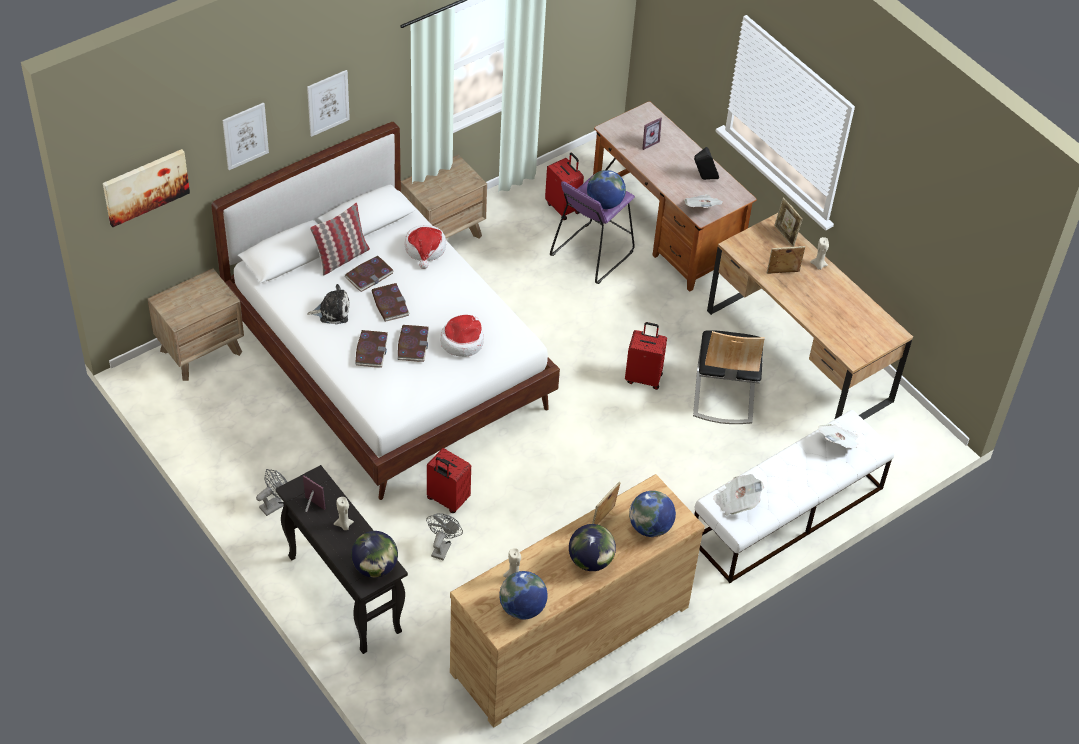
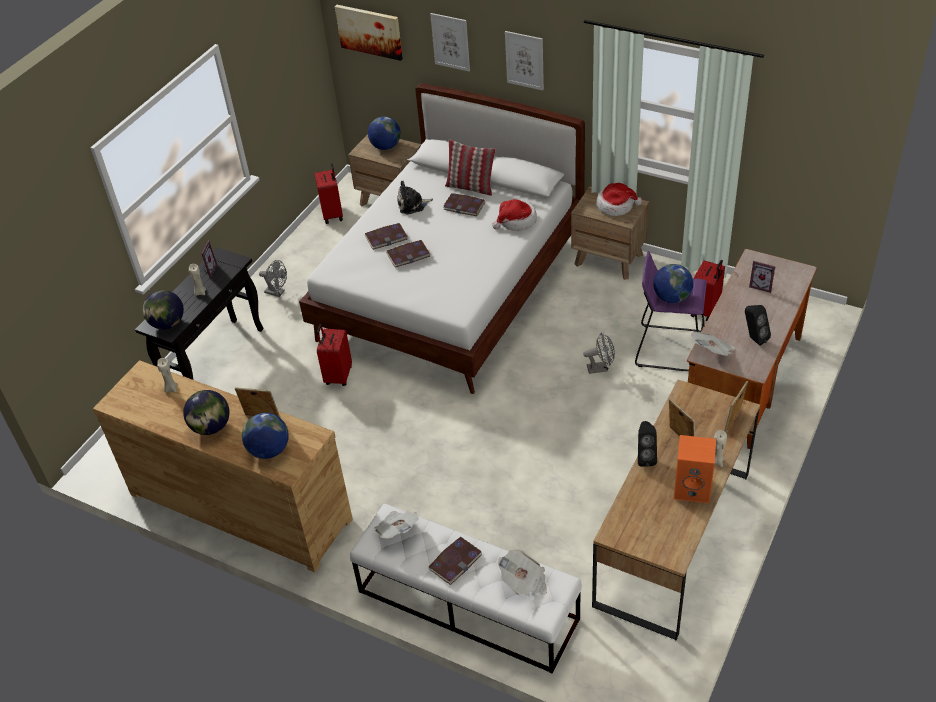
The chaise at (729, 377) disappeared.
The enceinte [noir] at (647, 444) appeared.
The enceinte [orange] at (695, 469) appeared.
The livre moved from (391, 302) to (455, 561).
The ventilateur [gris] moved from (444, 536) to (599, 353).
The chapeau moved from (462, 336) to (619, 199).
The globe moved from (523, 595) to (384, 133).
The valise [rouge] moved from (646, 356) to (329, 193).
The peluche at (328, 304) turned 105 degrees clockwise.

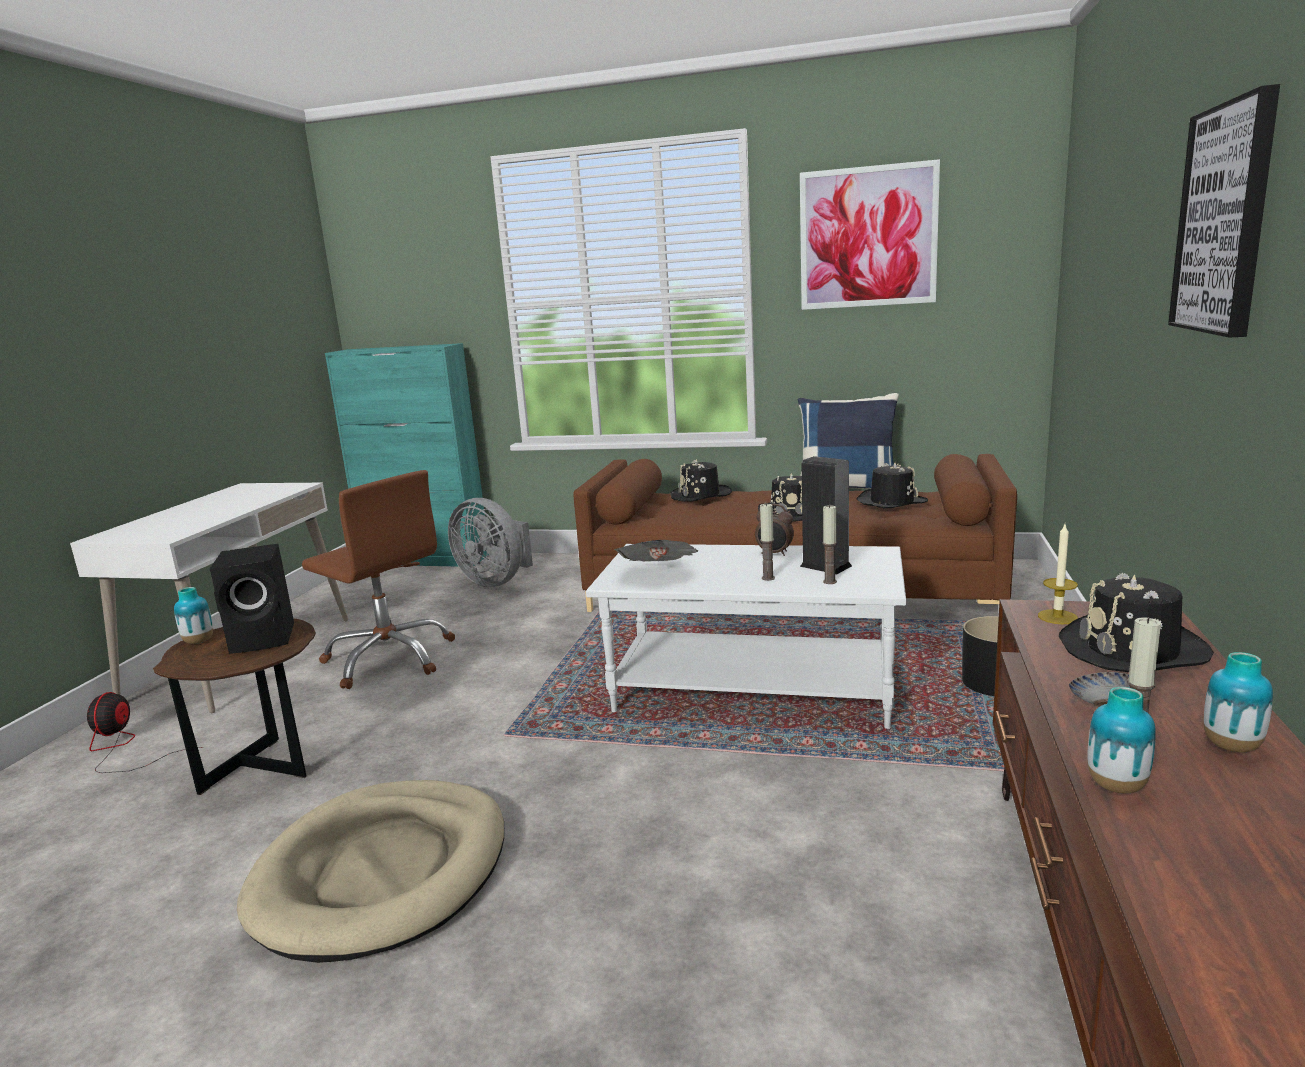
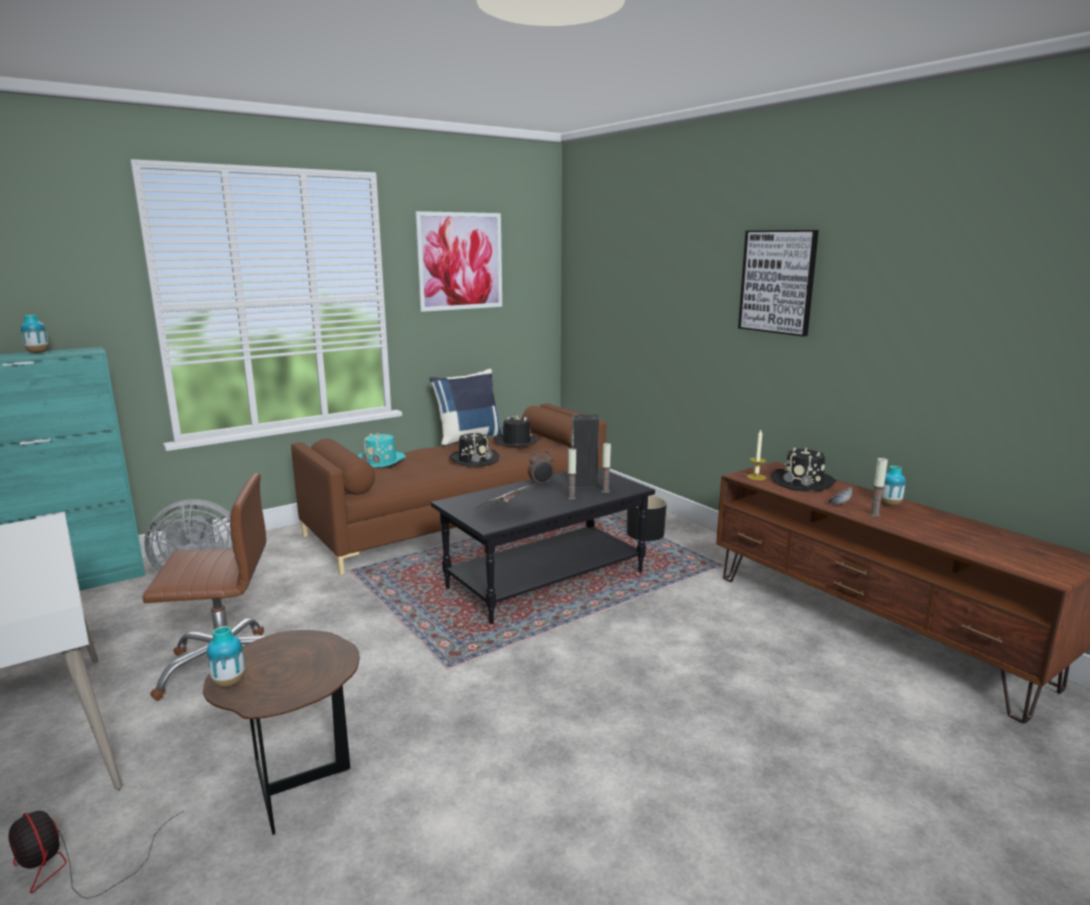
The enceinte [noir] at (252, 599) disappeared.
The panier pour chien [beige] at (370, 871) disappeared.
The vase moved from (1122, 740) to (35, 334).
The table basse [blanc] at (746, 636) became the table basse [noir] at (543, 546).
The chapeau [noir] at (701, 480) became the chapeau [turquoise] at (381, 450).

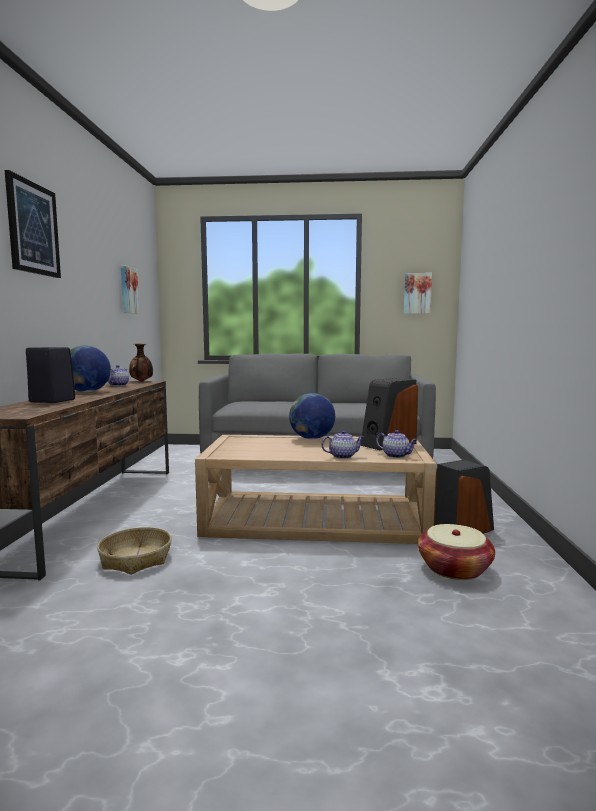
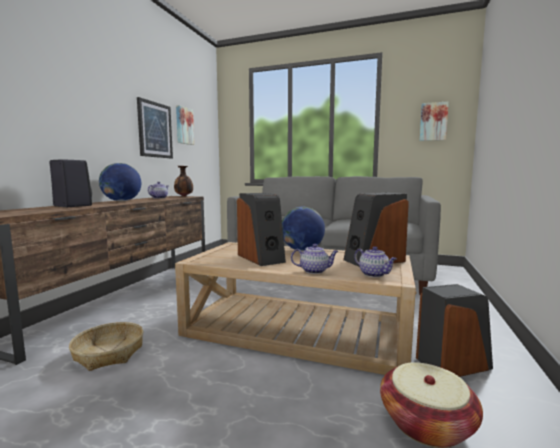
The enceinte at (261, 229) appeared.
The tableau moved from (33, 224) to (155, 127).

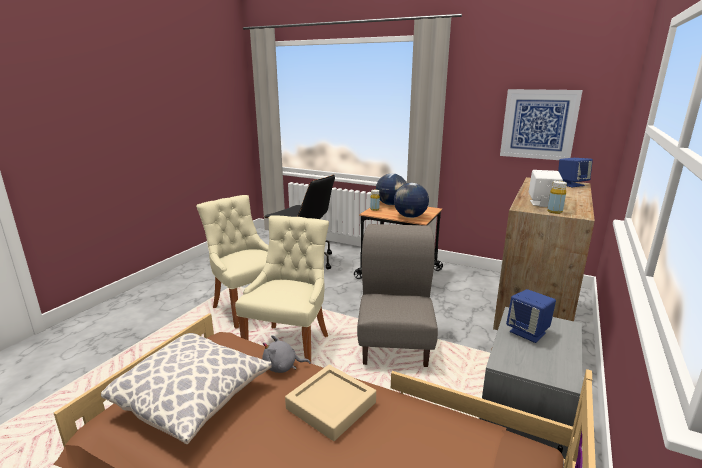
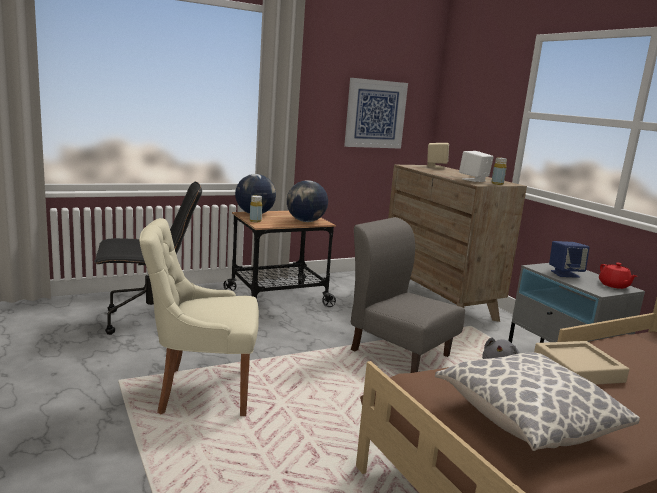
The chaise [beige] at (282, 289) disappeared.
The théière [rouge] at (618, 276) appeared.
The enceinte [bleu] at (575, 172) became the enceinte [beige] at (438, 156).

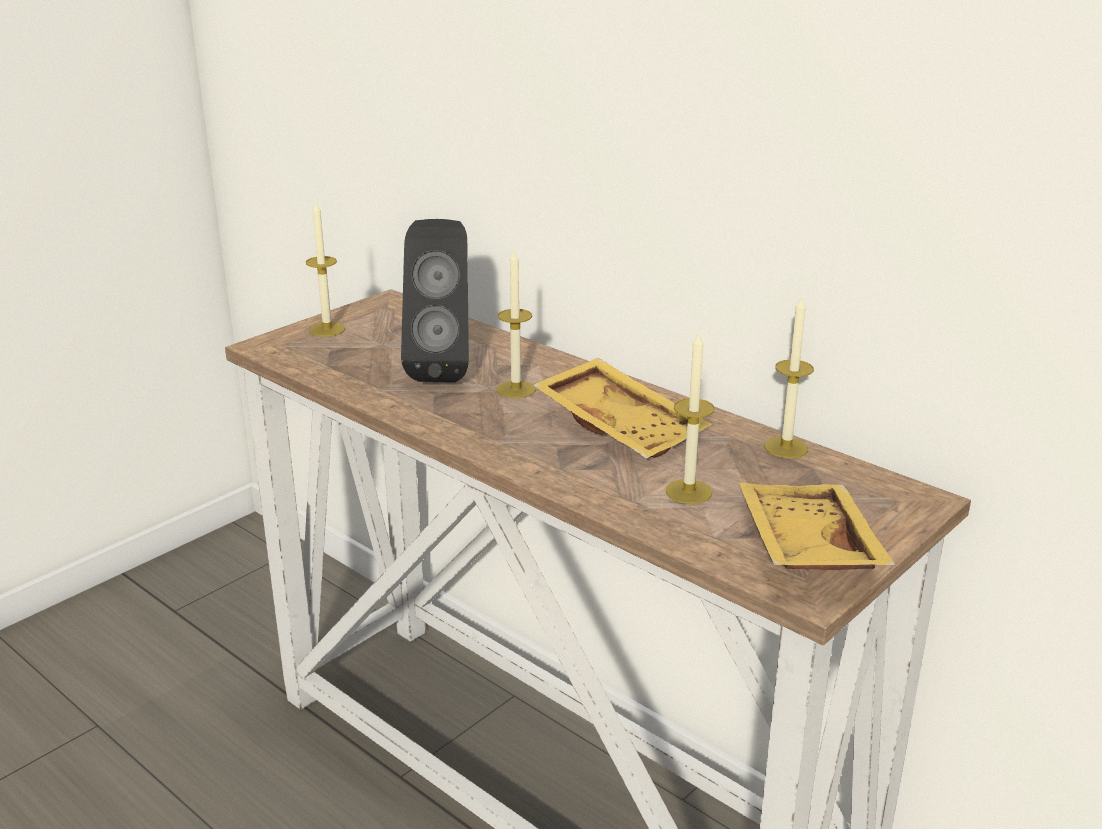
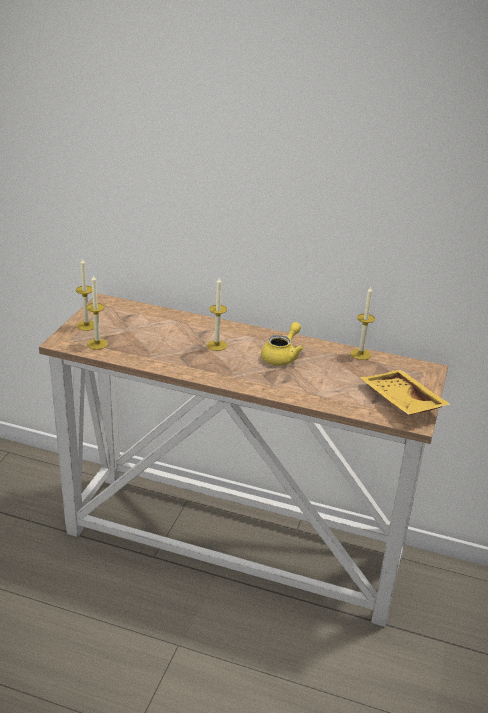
The enceinte [noir] at (435, 300) disappeared.
The bougie moved from (690, 417) to (97, 312).
The plateau [jaune] at (622, 408) was replaced by the théière [jaune] at (282, 344).

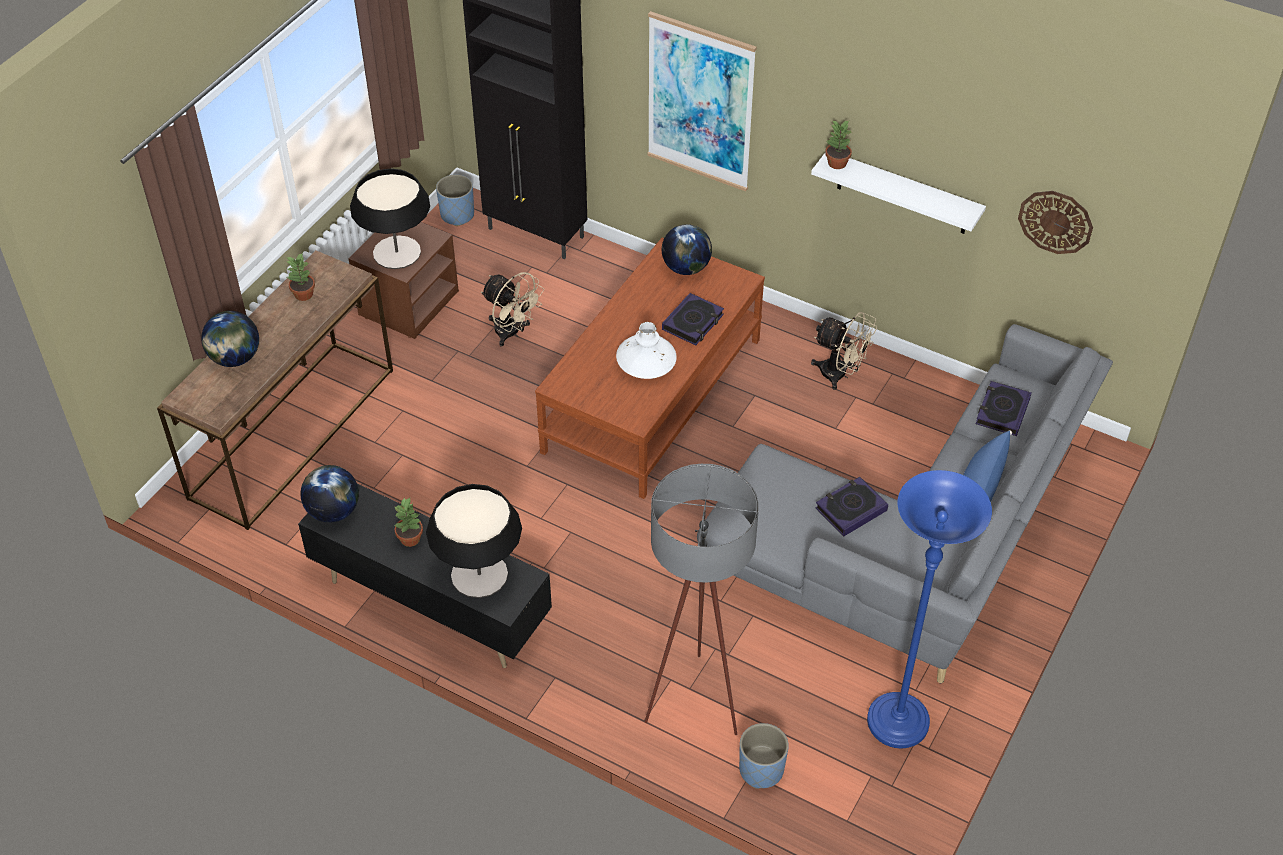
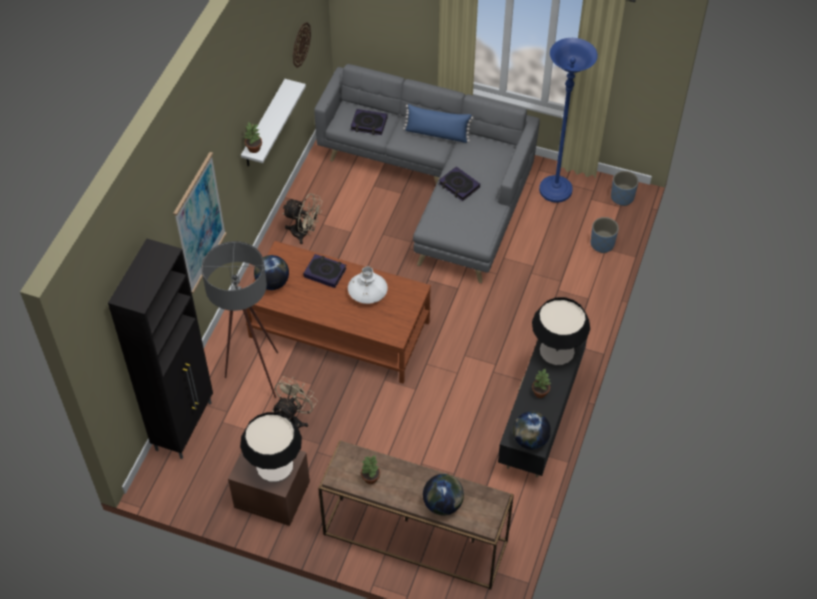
The cache-pot [bleu] moved from (455, 200) to (625, 188).
The lampadaire [gris] moved from (702, 599) to (239, 319).
The ventilateur [beige] at (844, 351) turned 90 degrees clockwise.

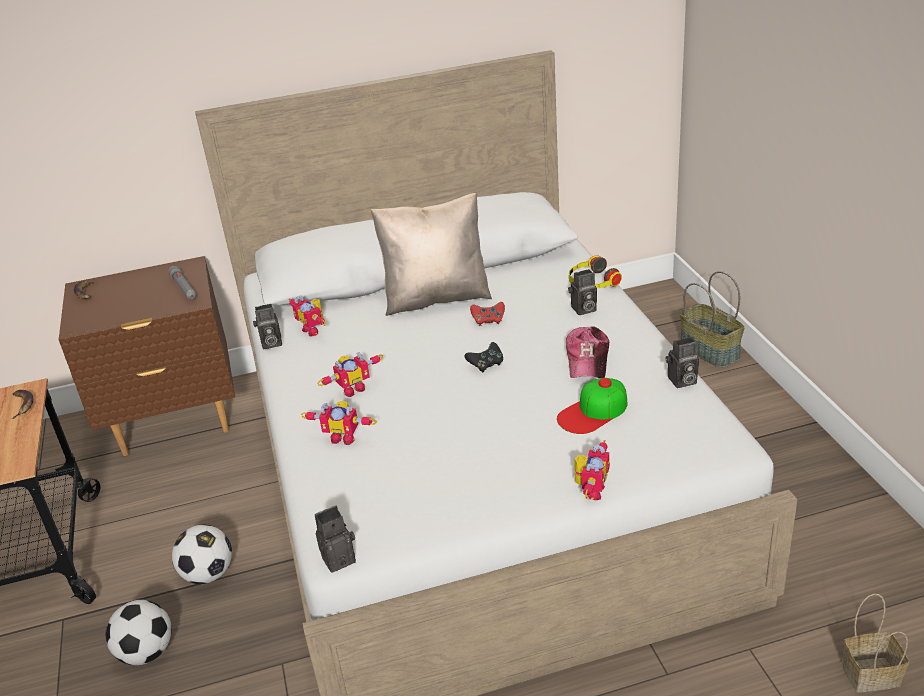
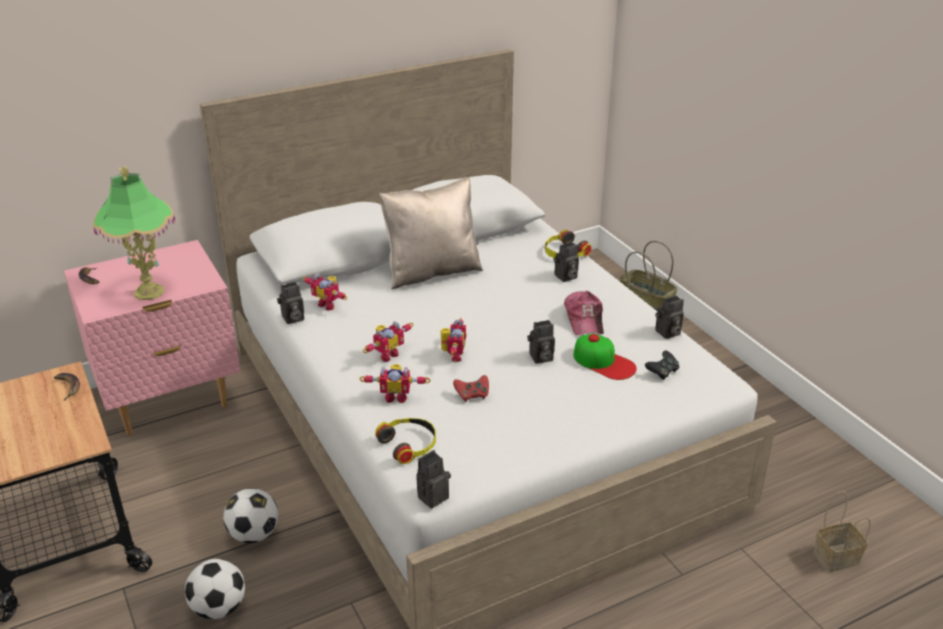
The lampe de poche [gris] at (182, 283) disappeared.
The lampe de table at (134, 233) appeared.
The casque audio at (405, 441) appeared.
The appareil photo at (541, 342) appeared.
The manette [noir] moved from (484, 357) to (662, 365).
The manette [rouge] moved from (487, 314) to (471, 388).
The robot jouet moved from (592, 470) to (454, 340).
The table de chevet [marron] at (147, 356) became the table de chevet [rose] at (152, 337).
The casquette at (592, 406) turned 90 degrees counterclockwise.

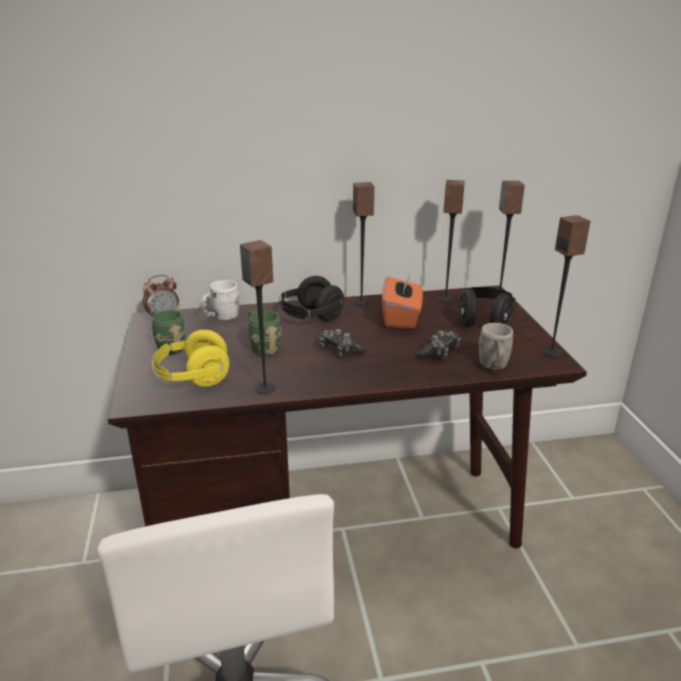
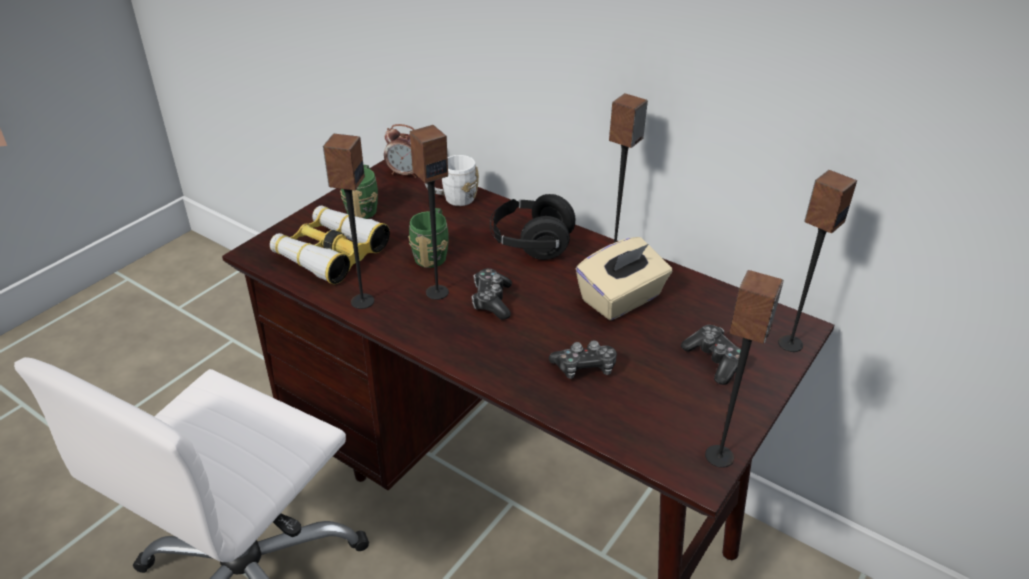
The mug [gris] at (495, 346) disappeared.
The enceinte moved from (451, 241) to (429, 212).
The casque audio [jaune] at (190, 358) was replaced by the jumelles at (330, 245).
The casque audio [noir] at (487, 306) was replaced by the manette at (711, 355).
The boîte à mouchoirs [orange] at (402, 300) became the boîte à mouchoirs [beige] at (624, 278).

